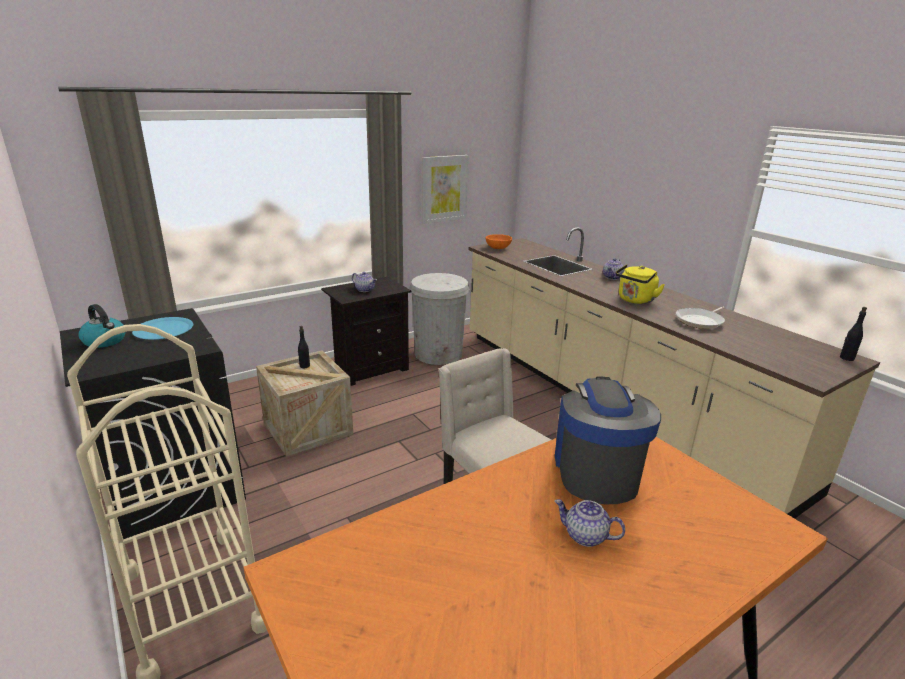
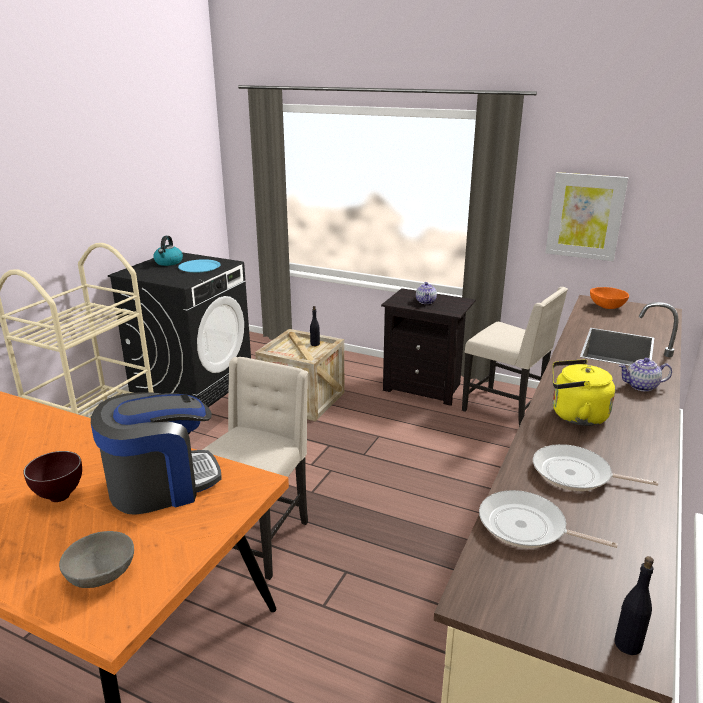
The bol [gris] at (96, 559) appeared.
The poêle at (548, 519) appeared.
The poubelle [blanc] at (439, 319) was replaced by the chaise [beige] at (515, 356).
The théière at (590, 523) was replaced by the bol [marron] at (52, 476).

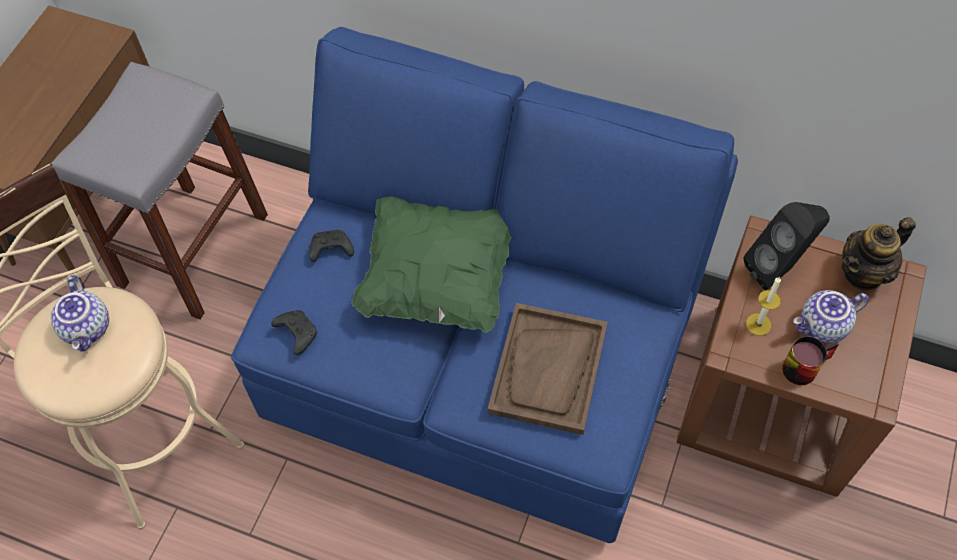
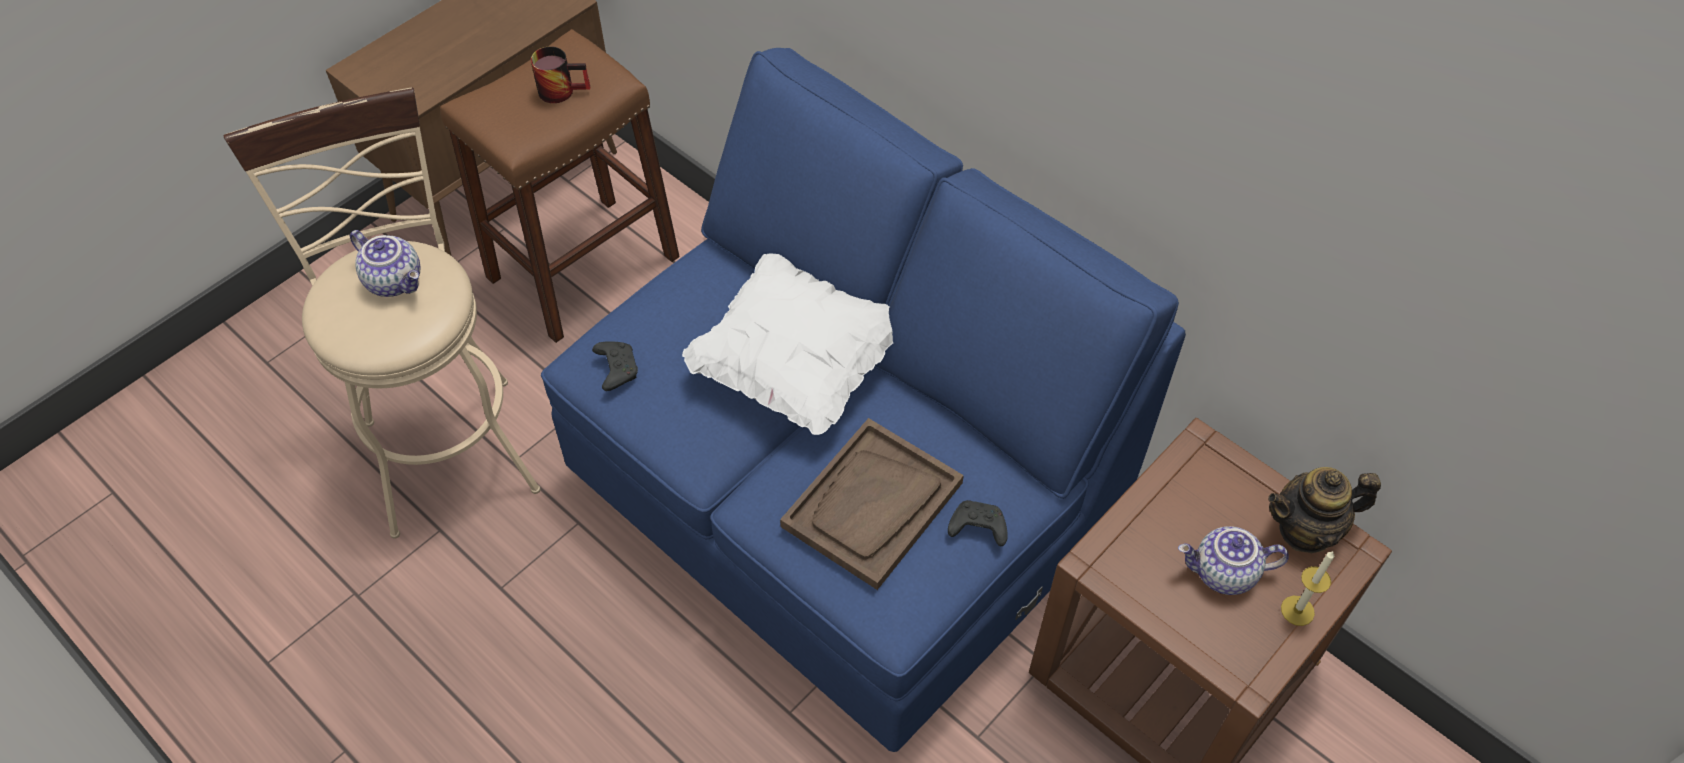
The enceinte [noir] at (787, 246) disappeared.
The manette [noir] moved from (331, 246) to (978, 523).
The bougie moved from (763, 306) to (1307, 588).
The mug moved from (810, 360) to (560, 74).
The tabouret [gris] at (159, 191) became the tabouret [marron] at (560, 186).
The coussin [vert] at (431, 264) became the coussin [blanc] at (787, 344).
The théière at (80, 313) turned 60 degrees counterclockwise.

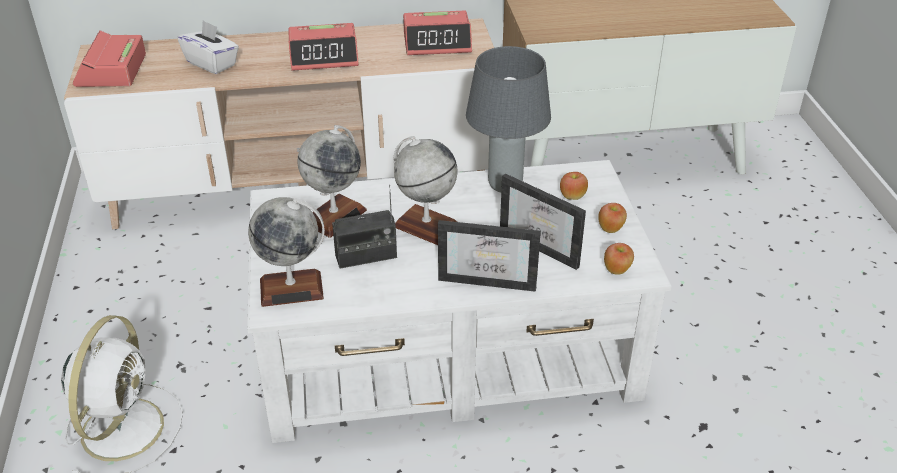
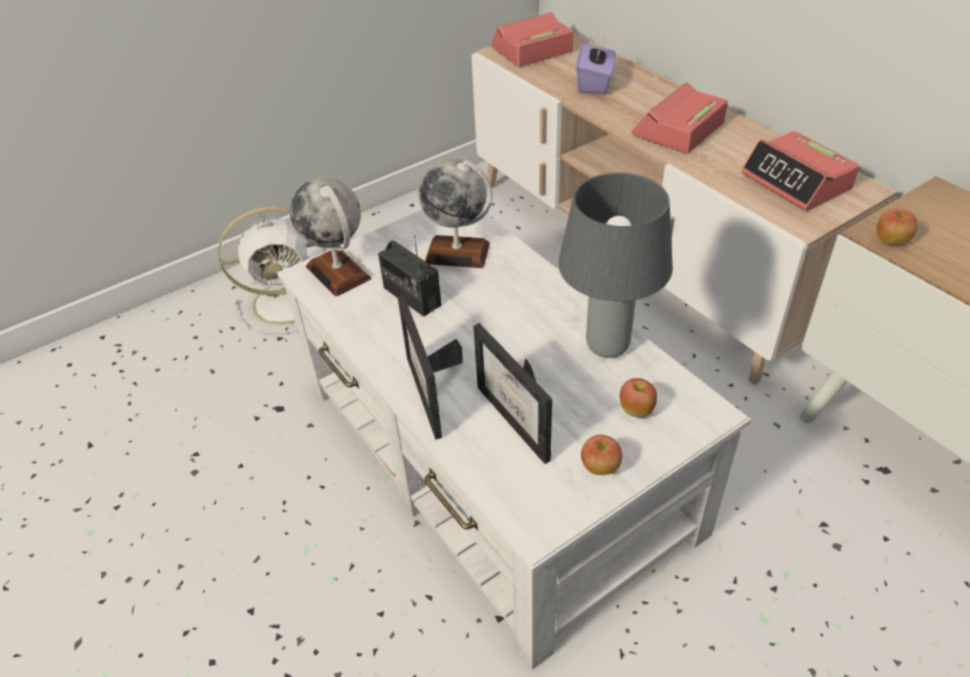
The globe at (426, 190) disappeared.
The pomme moved from (619, 259) to (897, 226).
The boîte à mouchoirs [blanc] at (208, 47) became the boîte à mouchoirs [violet] at (596, 67).
The réveil at (323, 47) turned 75 degrees clockwise.
The cadre photo at (543, 221) turned 45 degrees counterclockwise.

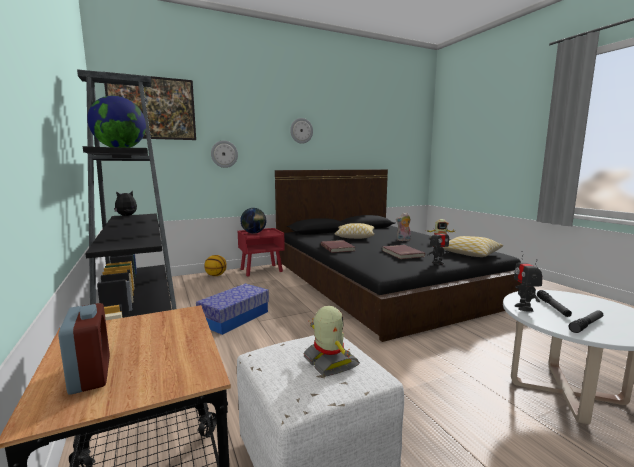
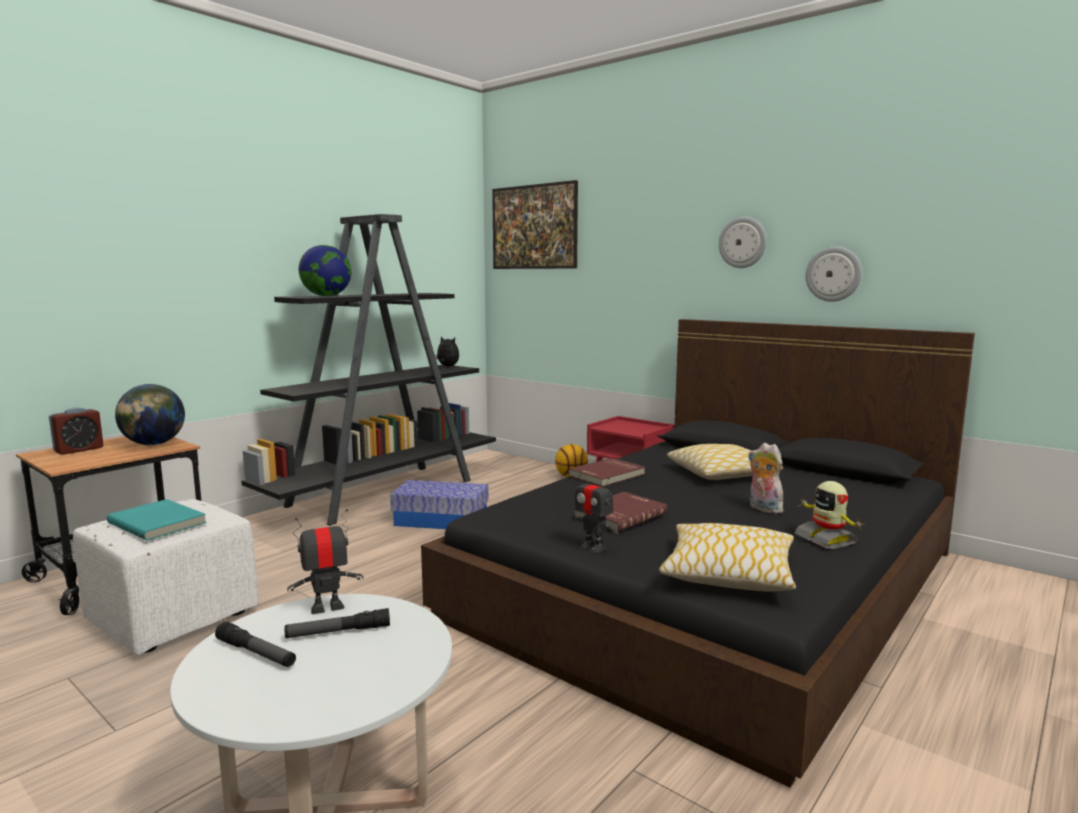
The horloge murale moved from (224, 154) to (834, 274).
The globe moved from (253, 221) to (150, 415).
The robot jouet at (332, 341) was replaced by the livre [turquoise] at (157, 520).

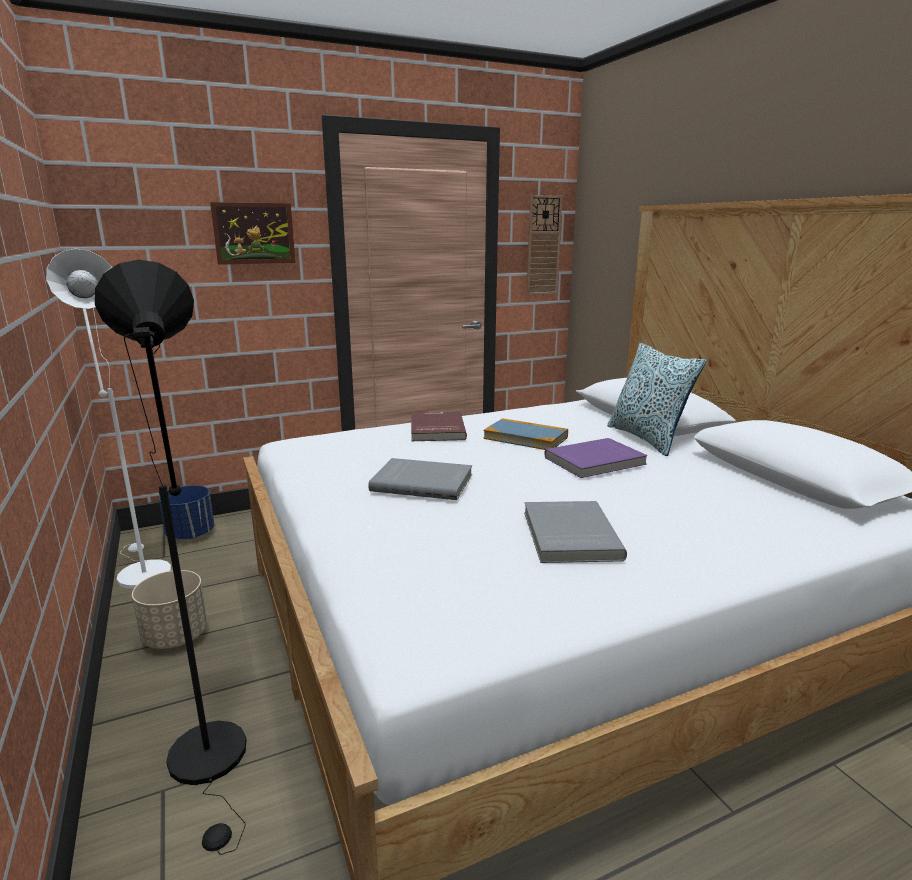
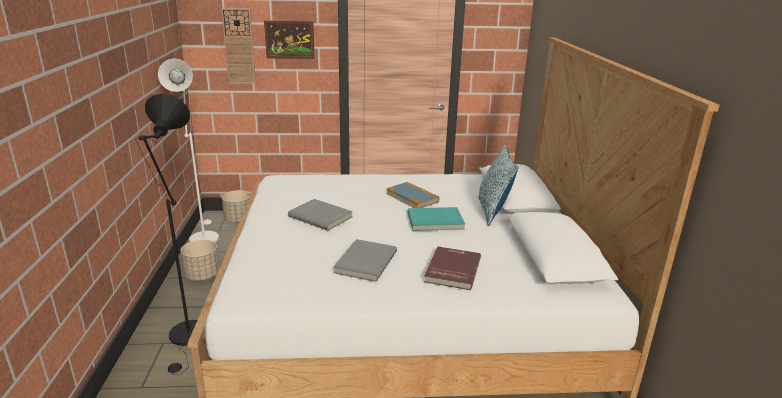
The livre [rouge] moved from (439, 426) to (452, 268).
The horloge murale moved from (544, 245) to (238, 46).
The cache-pot [bleu] at (186, 512) became the cache-pot [beige] at (236, 206).
The livre [violet] at (596, 458) became the livre [turquoise] at (436, 219).

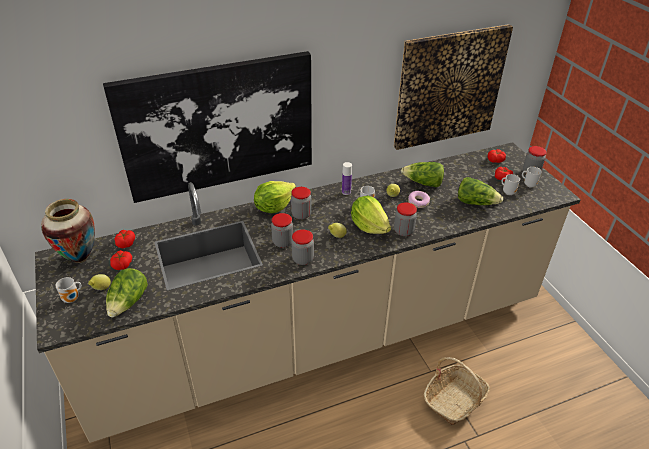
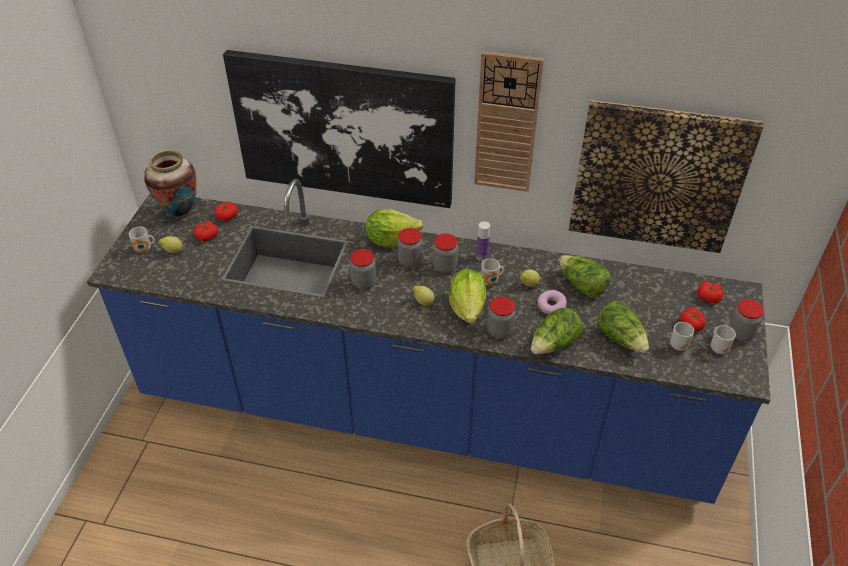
The horloge murale at (509, 121) appeared.
The laitue moved from (127, 292) to (557, 331).
The bocal moved from (302, 247) to (445, 253).
The comptoir de cuisine [beige] at (308, 292) became the comptoir de cuisine [bleu] at (429, 341).

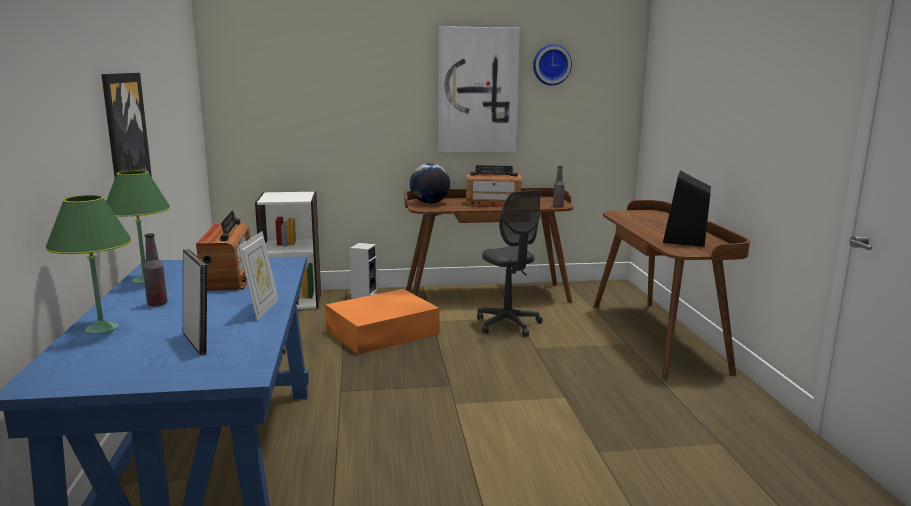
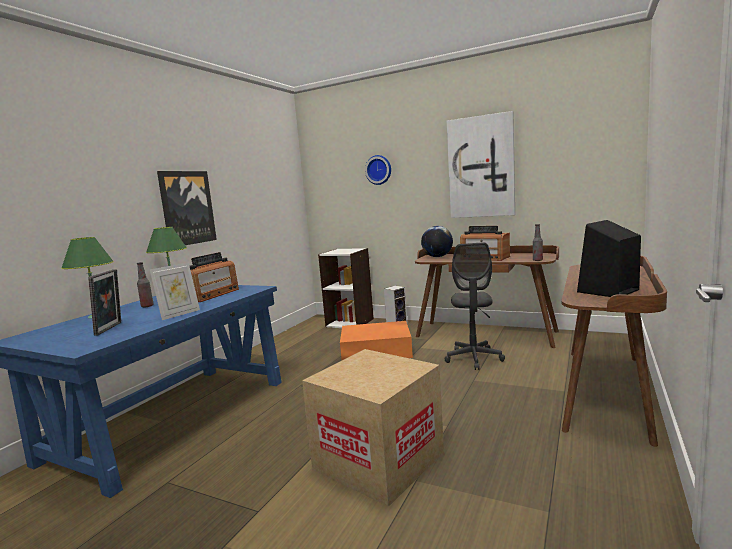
The carton at (373, 428) appeared.
The horloge murale moved from (552, 64) to (378, 170).

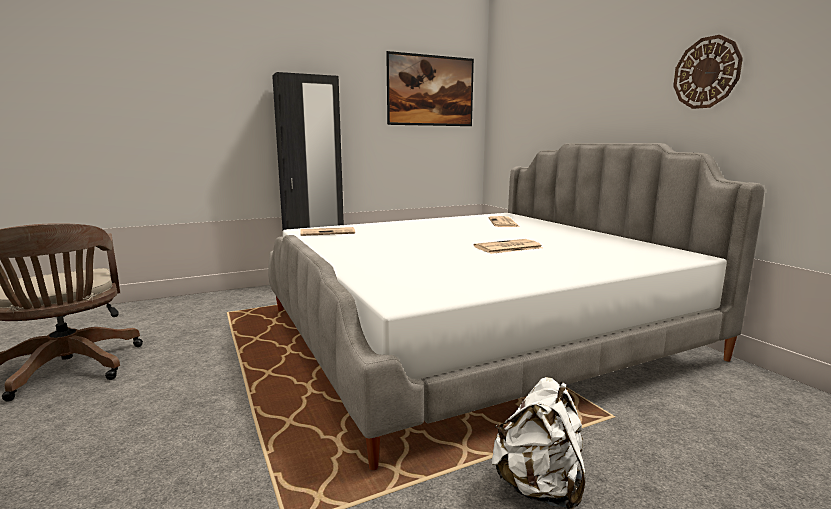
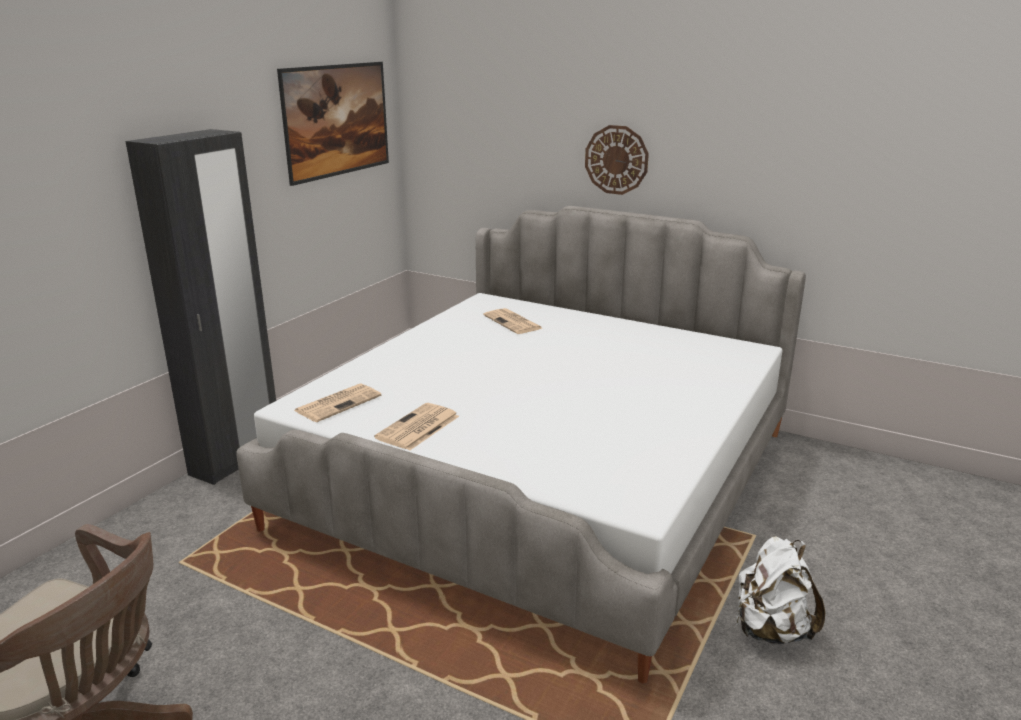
The journal moved from (508, 246) to (416, 426).
The horloge murale moved from (708, 72) to (617, 160).

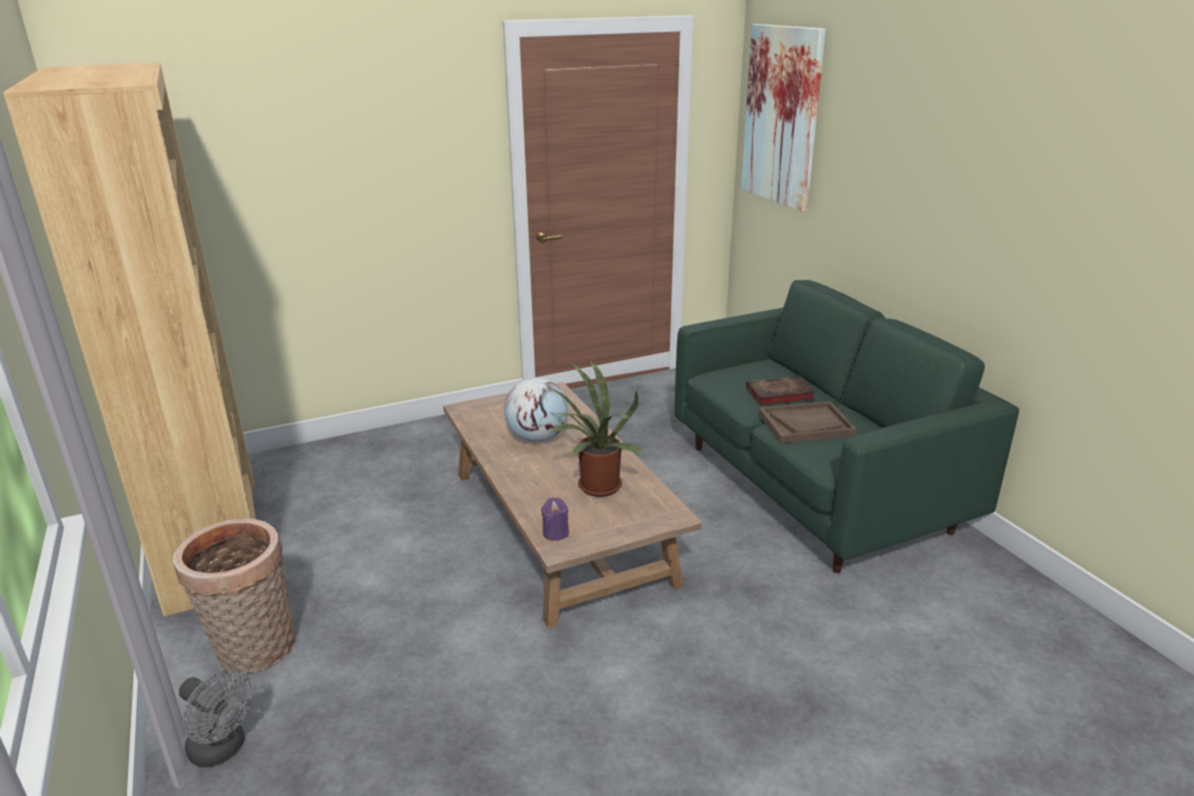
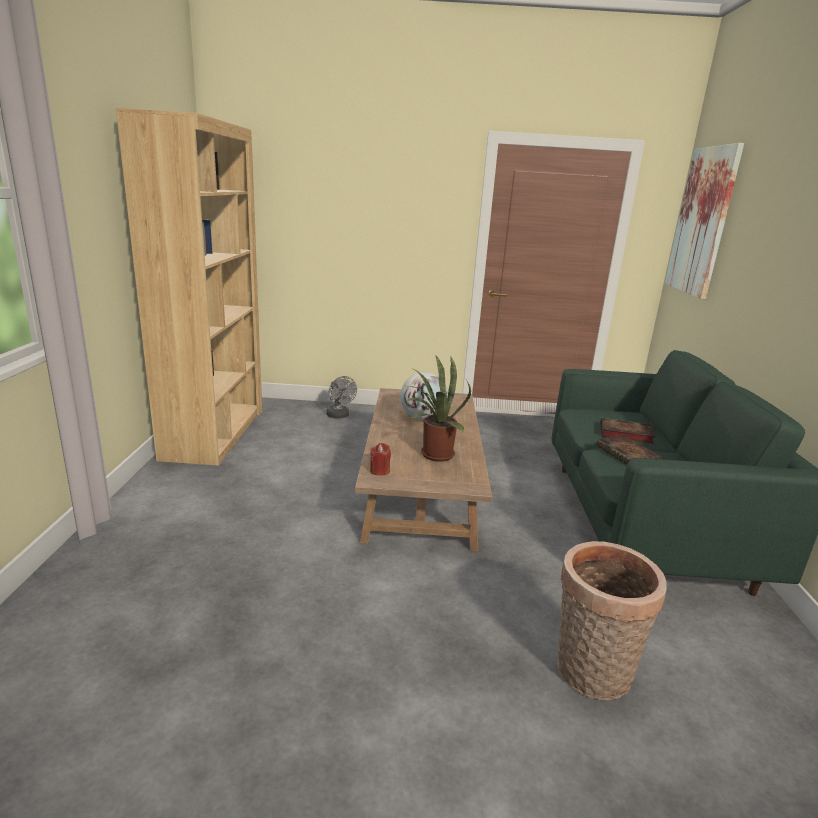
The panier moved from (234, 595) to (612, 620).
The ventilateur [gris] moved from (215, 718) to (341, 397).
The plateau [marron] at (808, 422) was replaced by the livre at (630, 450).
The bougie [violet] at (555, 519) became the bougie [rouge] at (380, 459).

